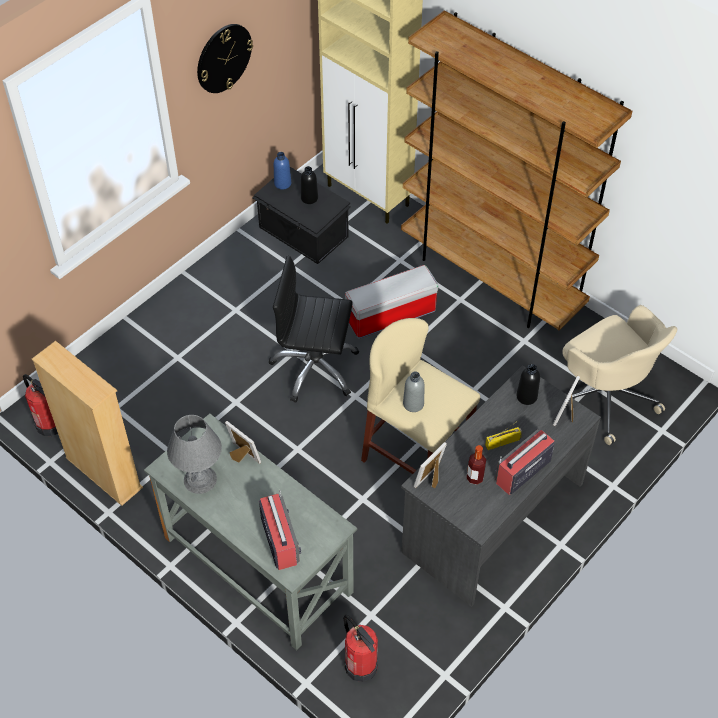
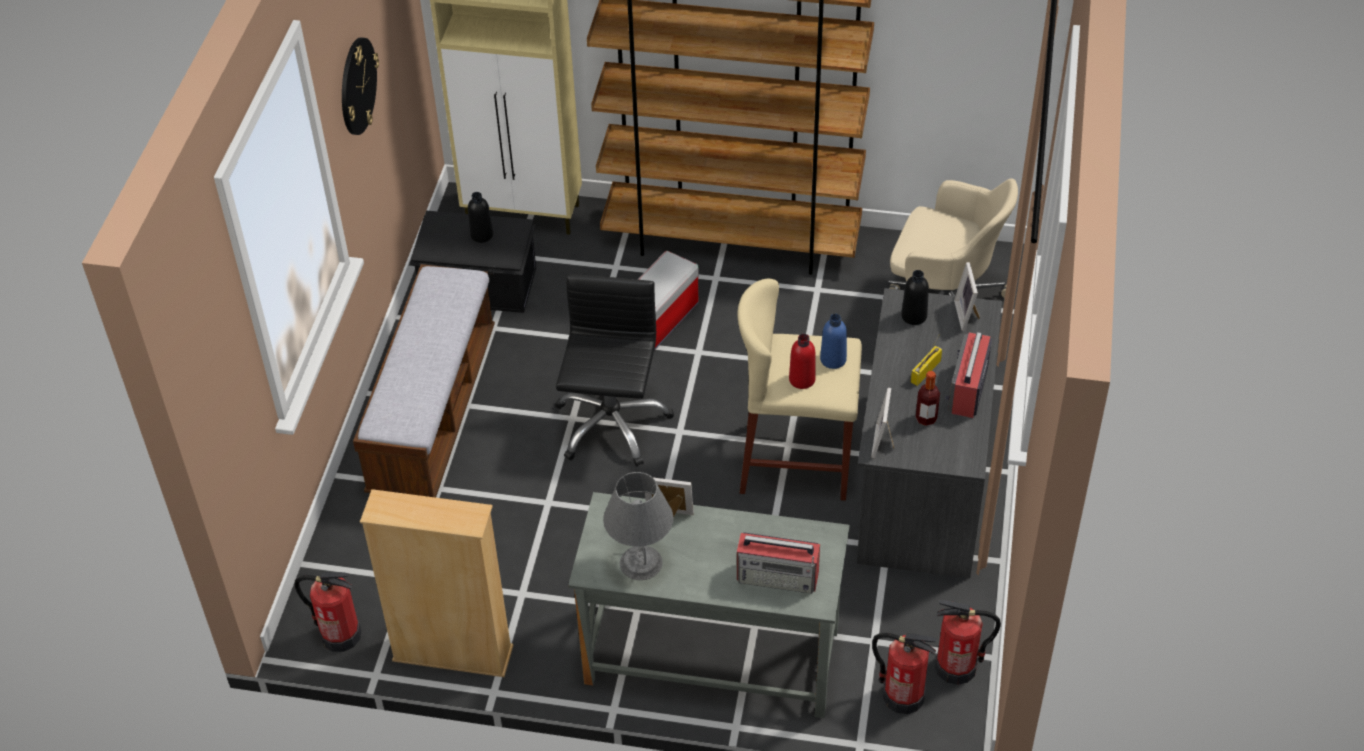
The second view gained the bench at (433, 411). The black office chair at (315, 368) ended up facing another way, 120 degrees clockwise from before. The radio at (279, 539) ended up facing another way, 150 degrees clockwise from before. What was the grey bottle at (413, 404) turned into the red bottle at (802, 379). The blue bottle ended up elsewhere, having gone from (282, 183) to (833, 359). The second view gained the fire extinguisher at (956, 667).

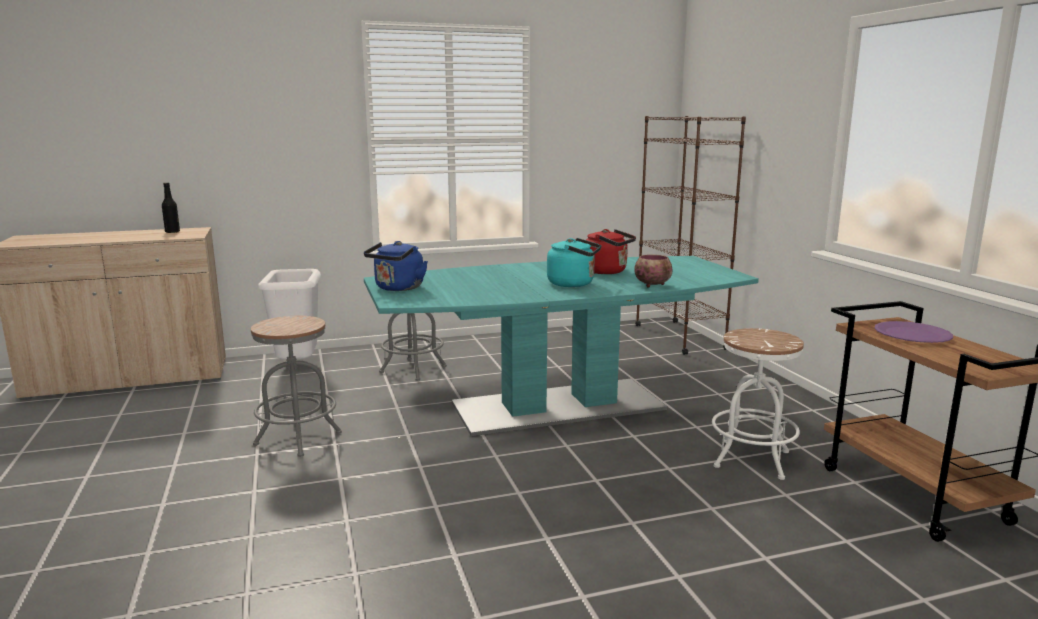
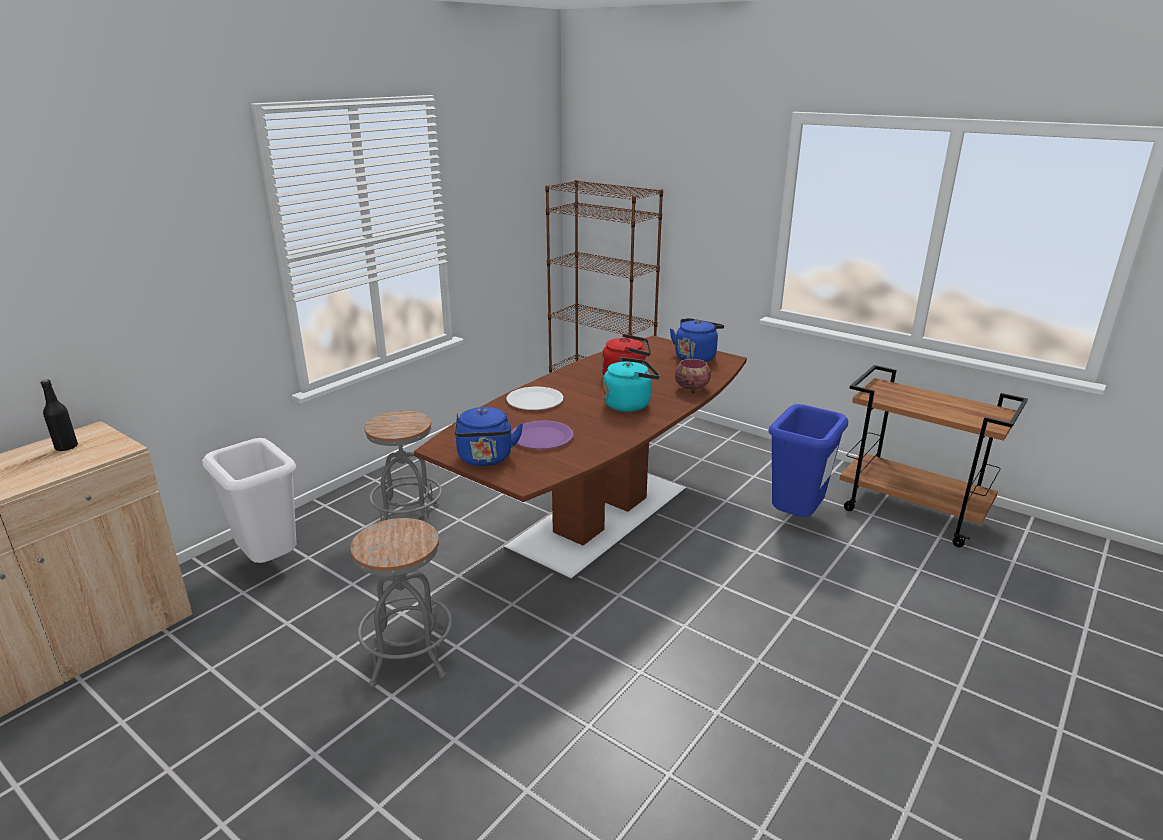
What was the turquoise dining table at (559, 406) turned into the brown dining table at (601, 517). The second view gained the white plate at (534, 400). The purple plate ended up elsewhere, having gone from (912, 334) to (542, 437). The second view gained the blue kettle at (696, 357). Where the white stool stood at (752, 459), the blue trash can came to stand at (795, 519).

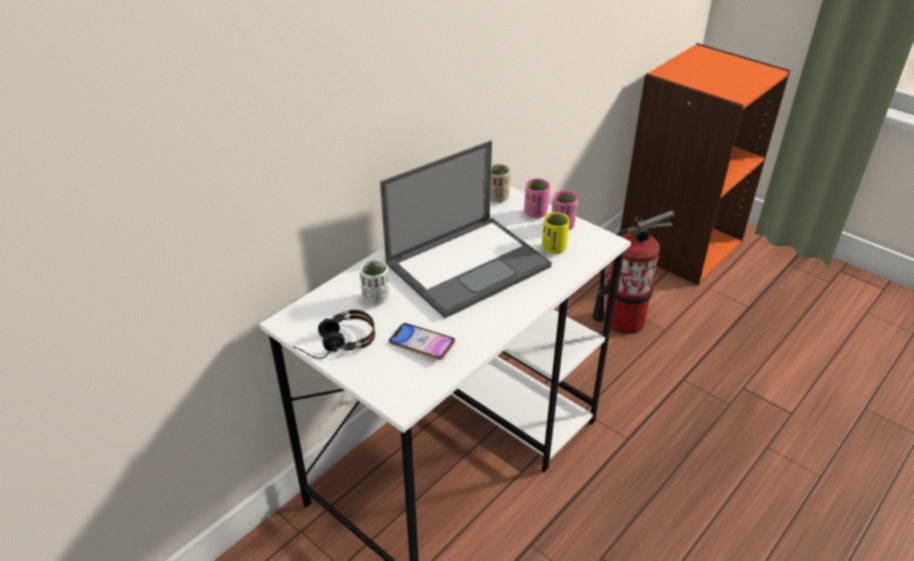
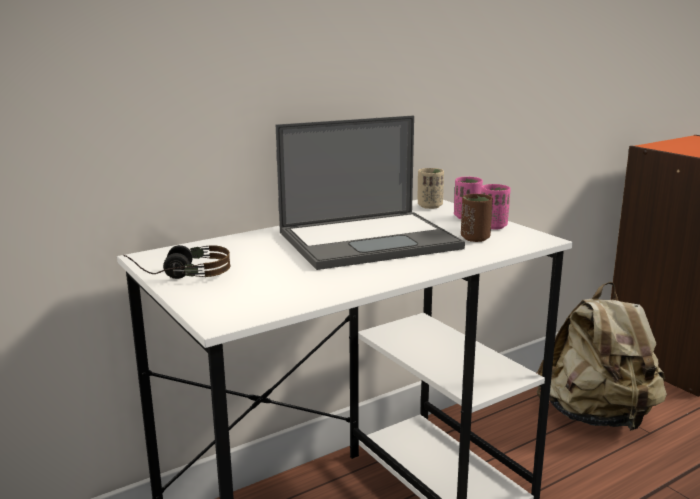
What was the yellow cup at (554, 248) turned into the brown cup at (475, 238). Where the fire extinguisher stood at (623, 320), the beige backpack came to stand at (597, 417). The second view lost the white cup at (376, 298). The second view lost the phone at (422, 344).

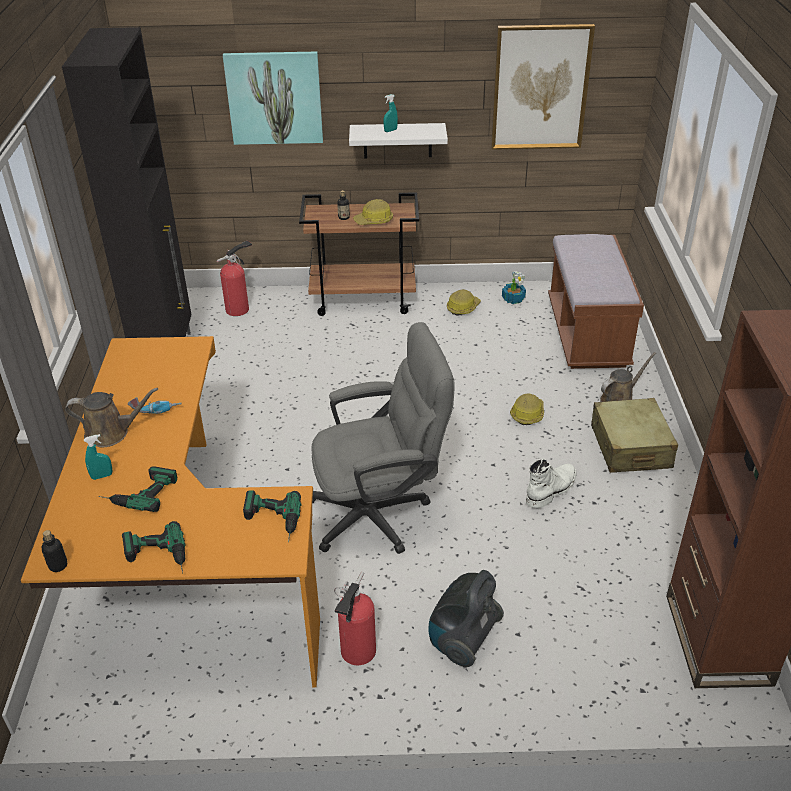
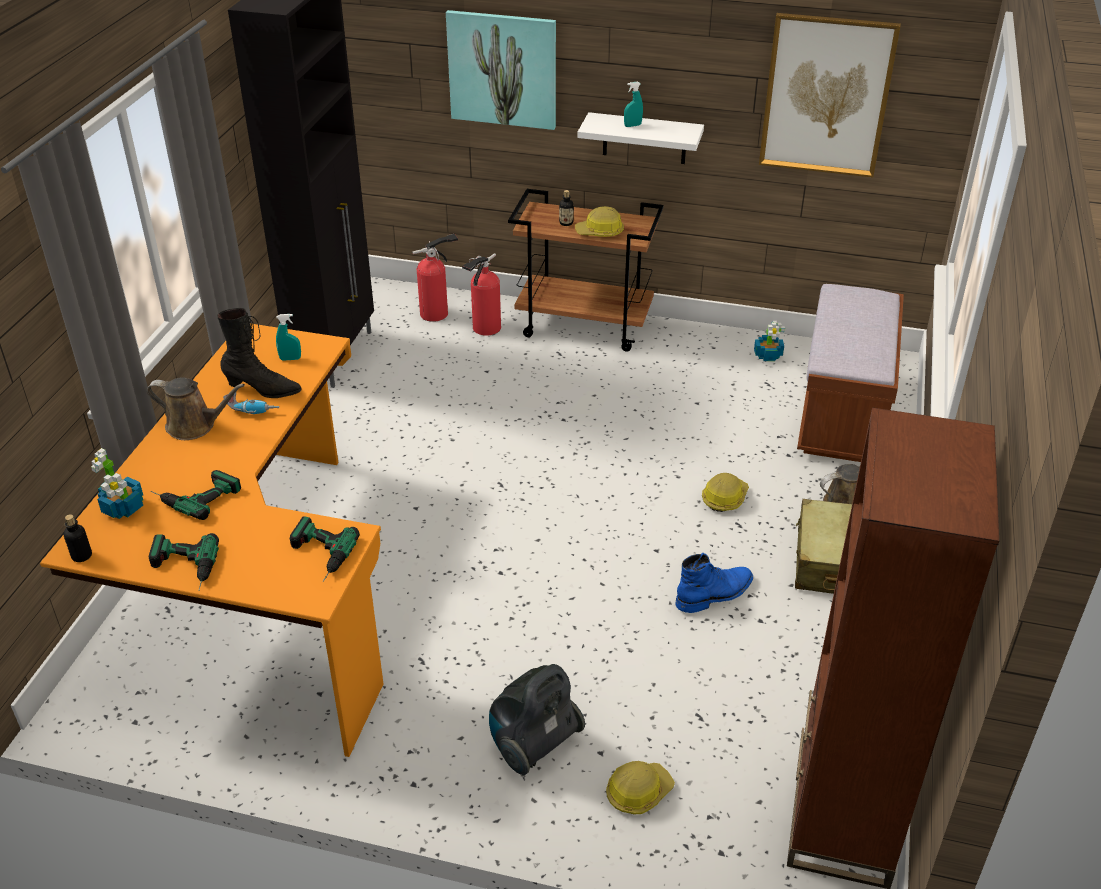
The second view gained the potted plant at (123, 508). The second view gained the black boot at (263, 390). The turquoise spray bottle ended up elsewhere, having gone from (102, 476) to (290, 359). The fire extinguisher ended up elsewhere, having gone from (356, 654) to (484, 329). The hard hat ended up elsewhere, having gone from (462, 308) to (638, 792). What was the white boot at (551, 489) turned into the blue boot at (714, 594). The second view lost the grey office chair at (380, 513).

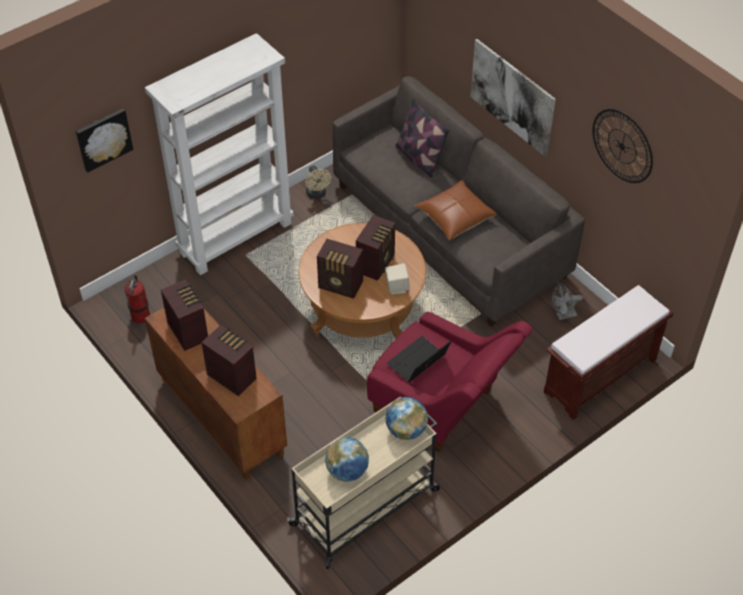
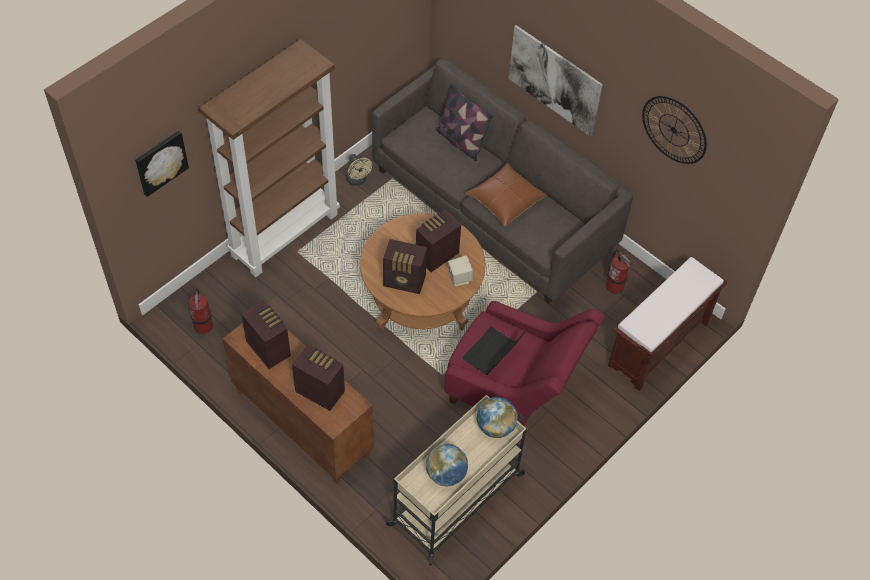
What was the white bookcase at (236, 237) turned into the brown bookcase at (285, 234). The radio at (376, 263) ended up facing another way, 150 degrees counterclockwise from before. Where the grey fan stood at (563, 315), the fire extinguisher came to stand at (615, 286).

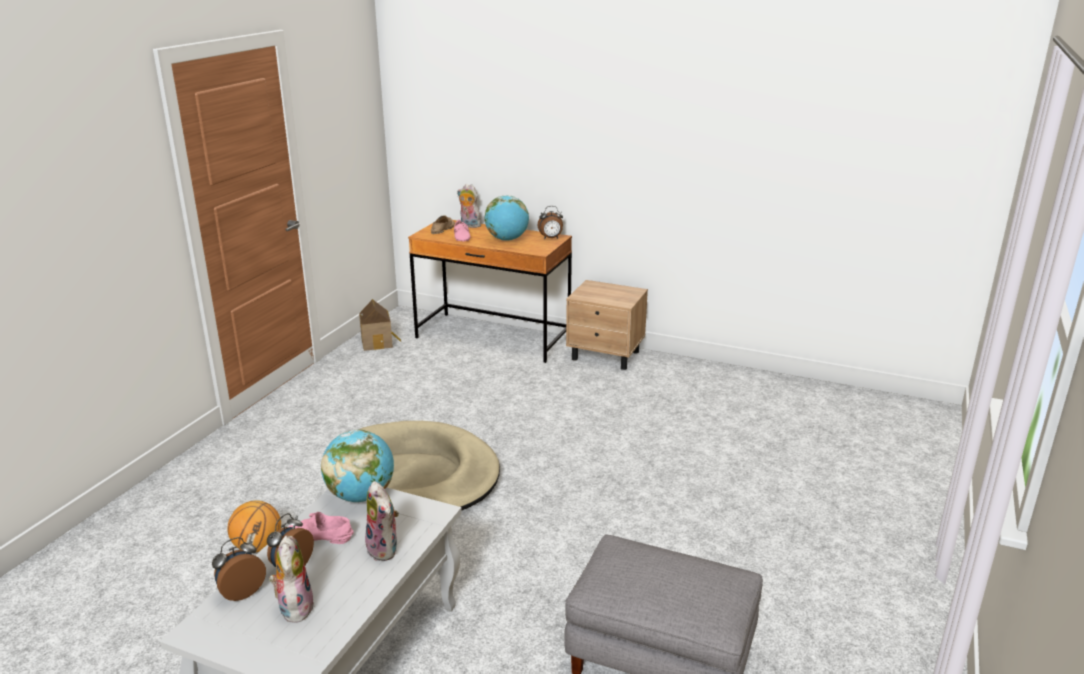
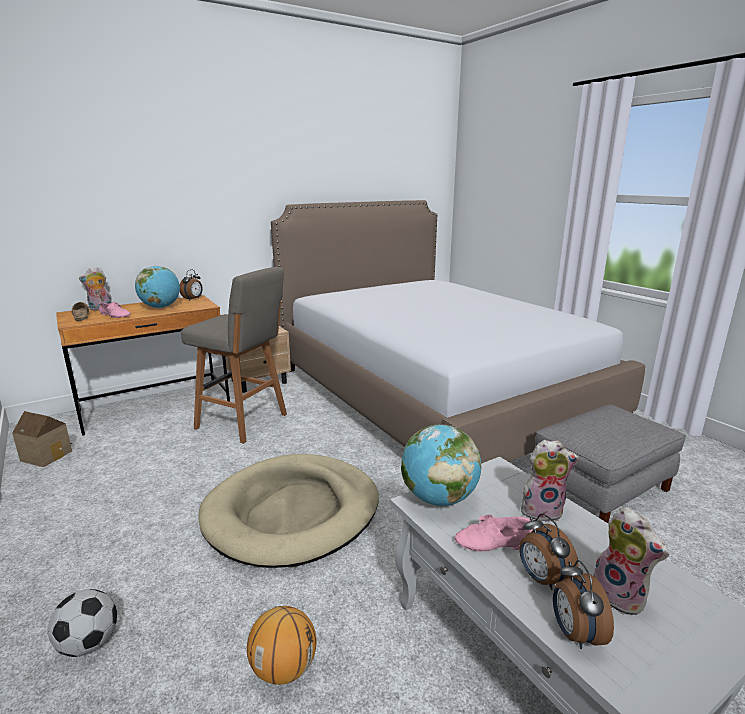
The second view gained the football at (89, 644). The second view gained the grey stool at (244, 422). The second view gained the bed at (434, 394). The pink shoe at (319, 536) ended up facing another way, 45 degrees clockwise from before. The plush toy at (294, 607) ended up facing another way, 150 degrees counterclockwise from before.

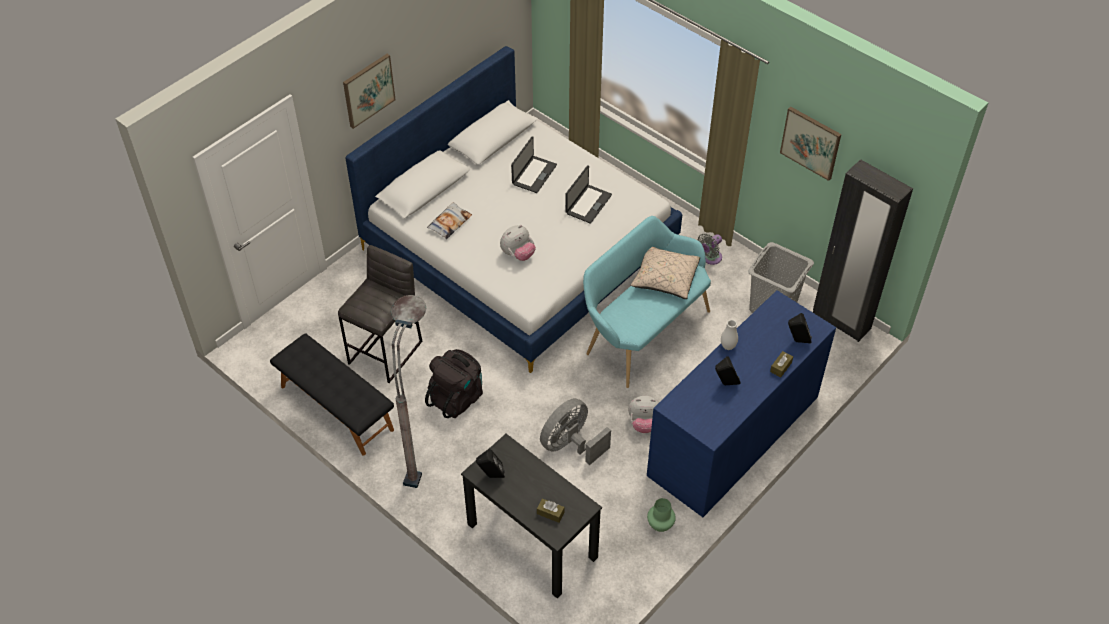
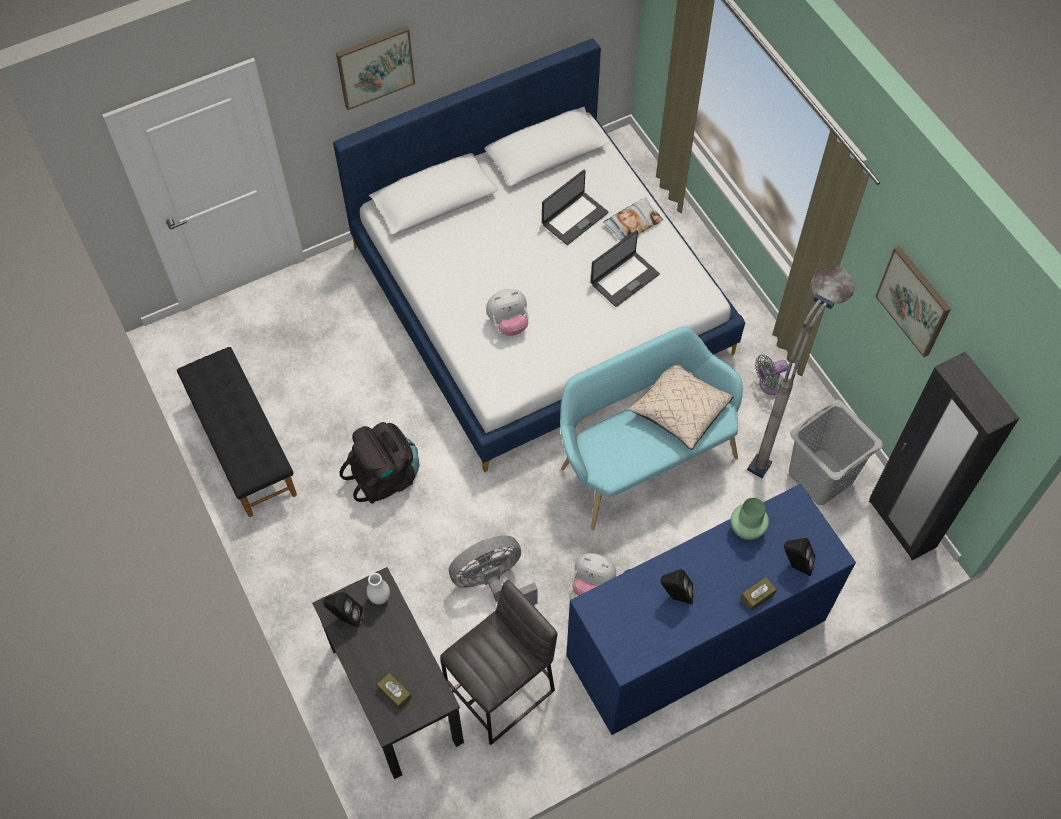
The white vase ended up elsewhere, having gone from (728, 346) to (380, 598). The grey stool ended up elsewhere, having gone from (386, 352) to (502, 692). The pillow ended up elsewhere, having gone from (449, 223) to (633, 223). The green vase ended up elsewhere, having gone from (660, 524) to (746, 529). The grey floor lamp ended up elsewhere, having gone from (422, 453) to (778, 438).

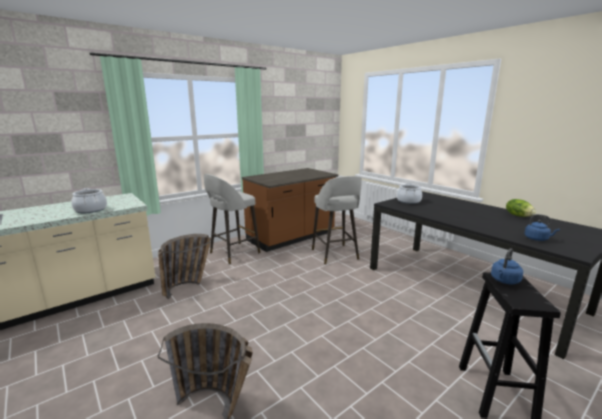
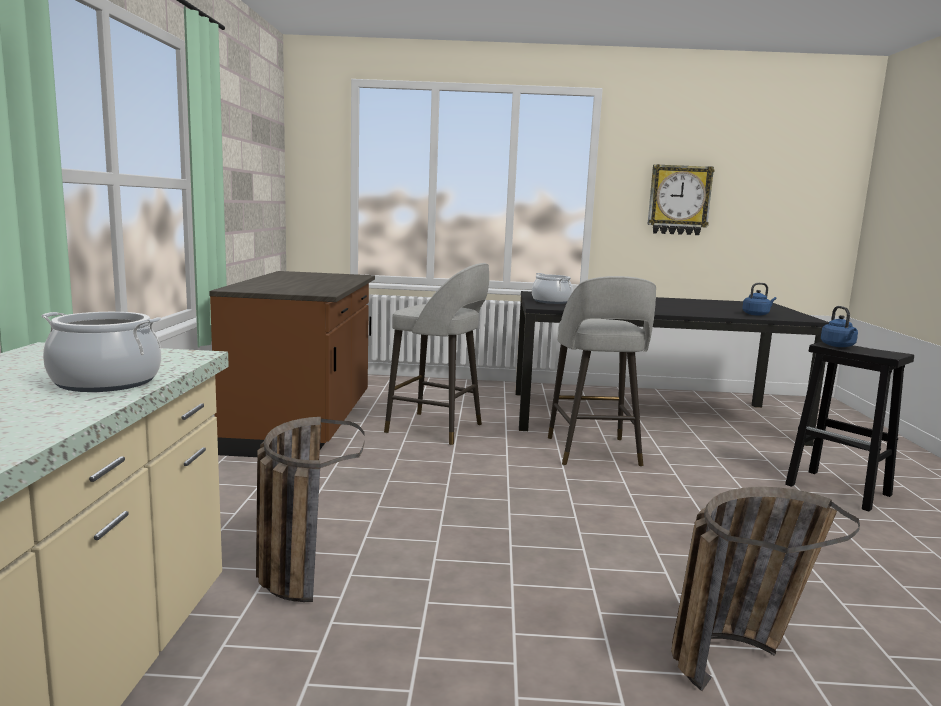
The grey stool ended up elsewhere, having gone from (233, 253) to (593, 452). The second view gained the wall clock at (679, 200). The second view lost the lettuce at (518, 215).

